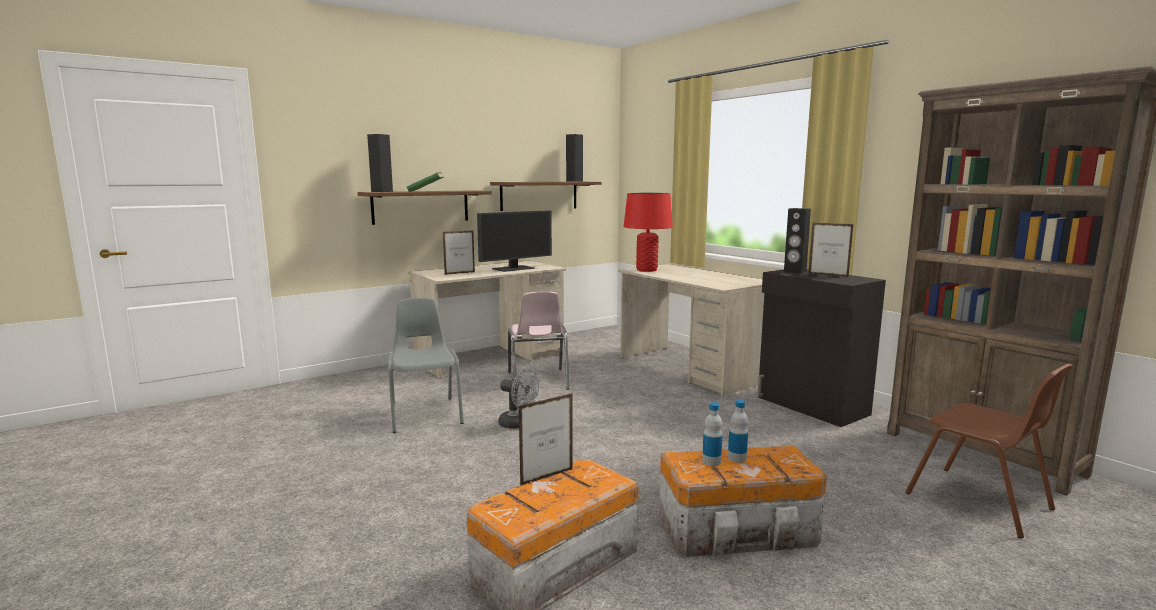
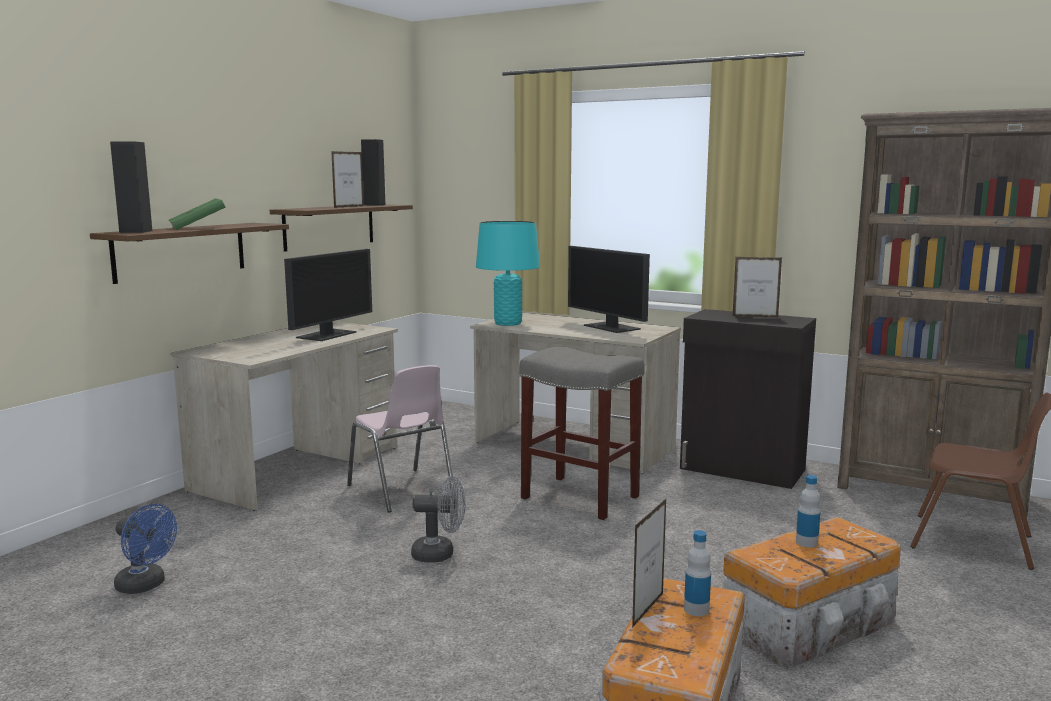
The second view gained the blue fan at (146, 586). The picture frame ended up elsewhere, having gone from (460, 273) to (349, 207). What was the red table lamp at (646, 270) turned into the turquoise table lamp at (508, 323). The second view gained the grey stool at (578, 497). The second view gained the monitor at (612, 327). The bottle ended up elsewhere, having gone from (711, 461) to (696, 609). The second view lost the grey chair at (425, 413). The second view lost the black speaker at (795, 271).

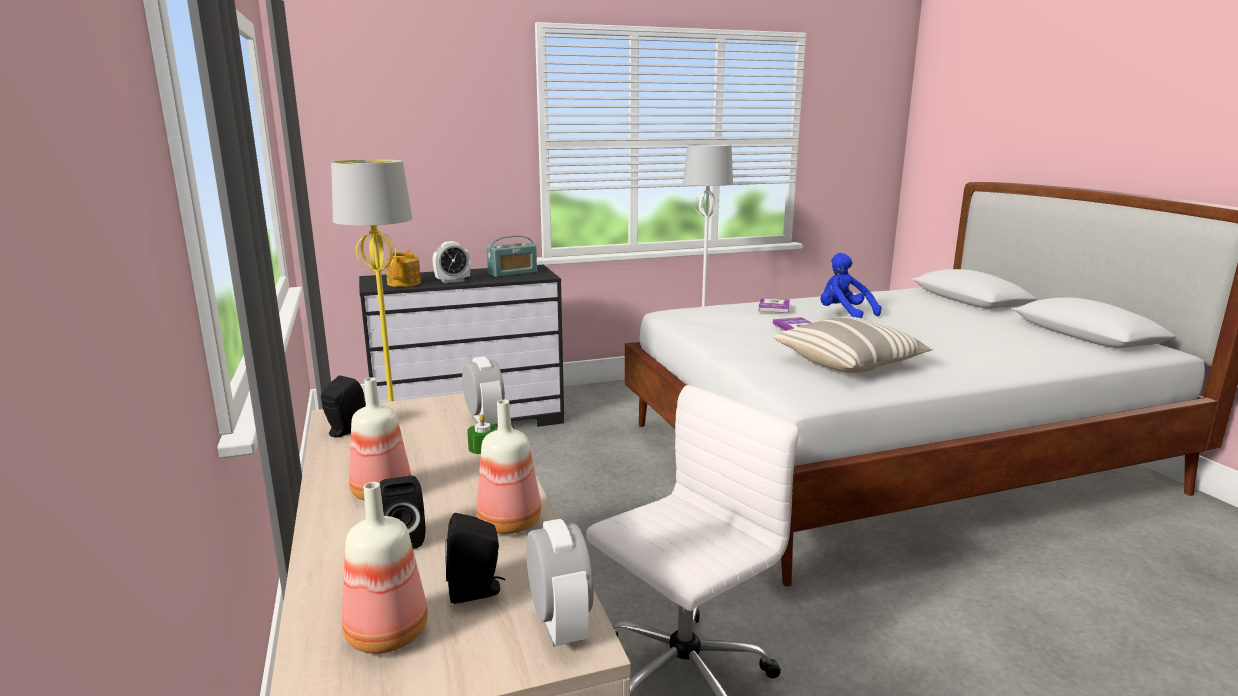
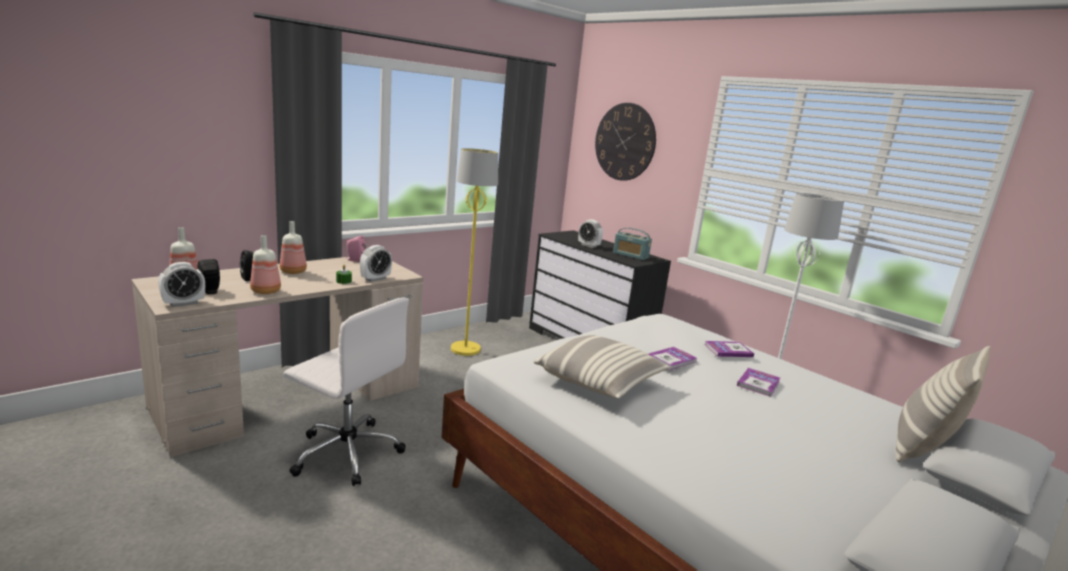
What was the black speaker at (344, 431) turned into the pink speaker at (355, 260). The second view gained the wall clock at (625, 142). Where the blue plush toy stood at (844, 314), the book came to stand at (758, 383). The second view gained the pillow at (922, 448). The second view lost the teapot at (404, 283).

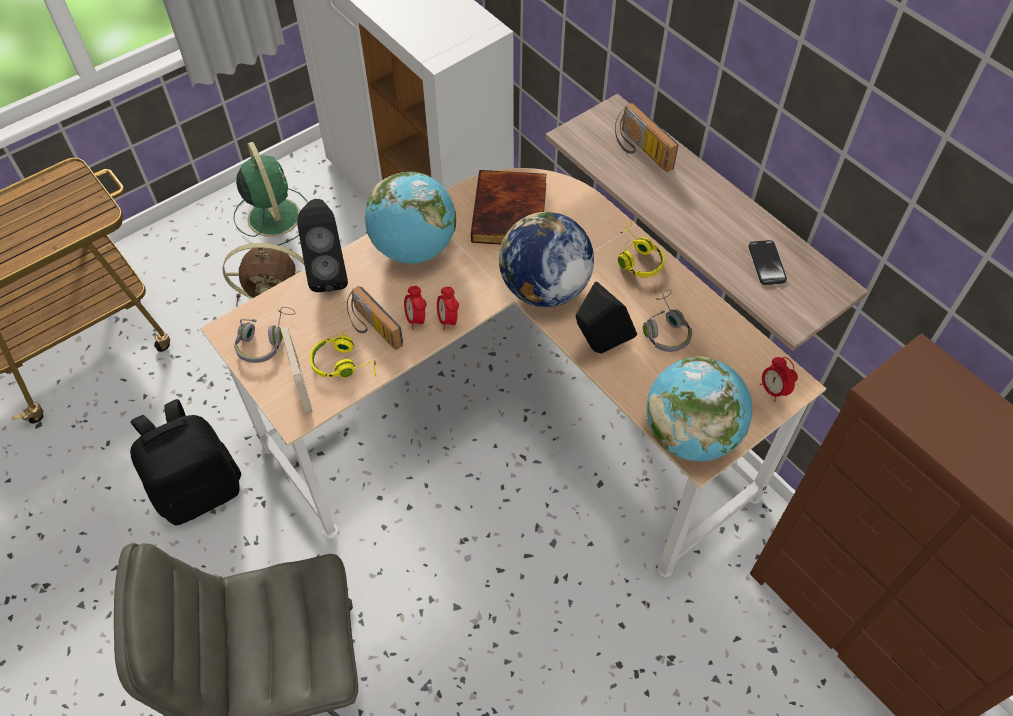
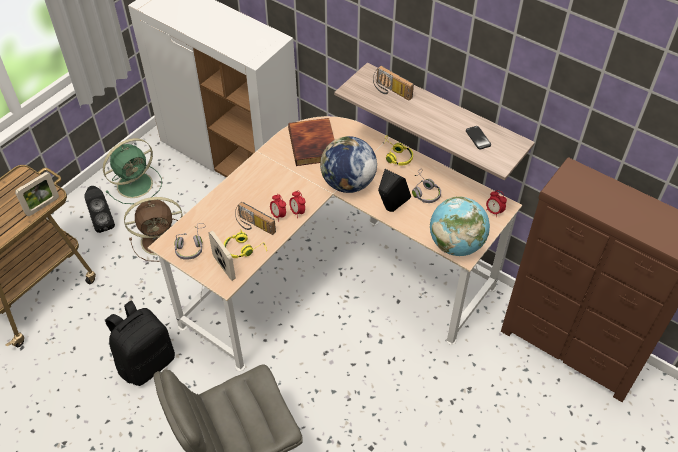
The second view gained the picture frame at (42, 206). The black speaker ended up elsewhere, having gone from (329, 273) to (103, 222). The green fan at (273, 215) ended up facing another way, 90 degrees clockwise from before. The second view lost the globe at (414, 248).

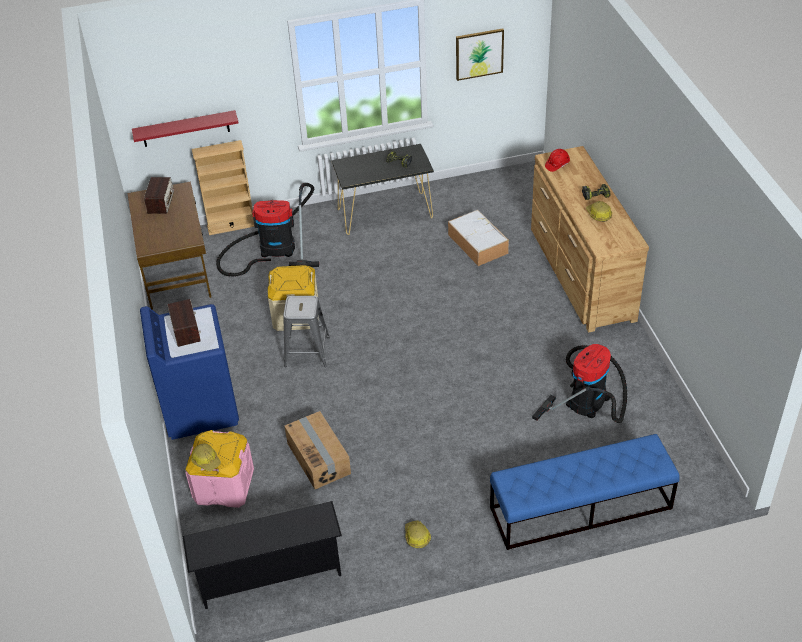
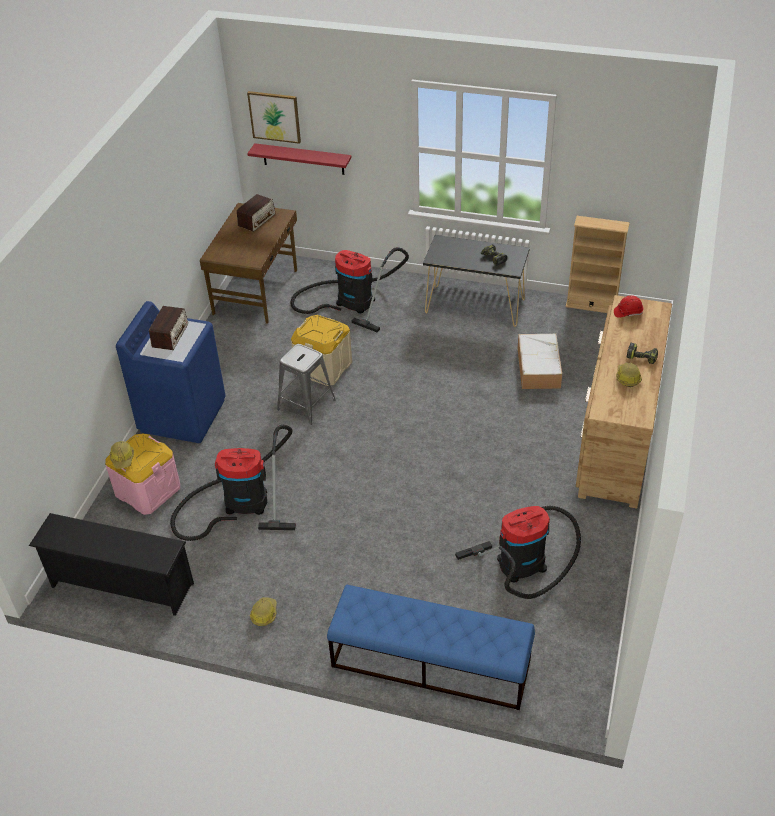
Where the cardboard box stood at (319, 458), the vacuum cleaner came to stand at (241, 503). The picture ended up elsewhere, having gone from (479, 54) to (274, 116). The beige bookcase ended up elsewhere, having gone from (231, 226) to (591, 305).

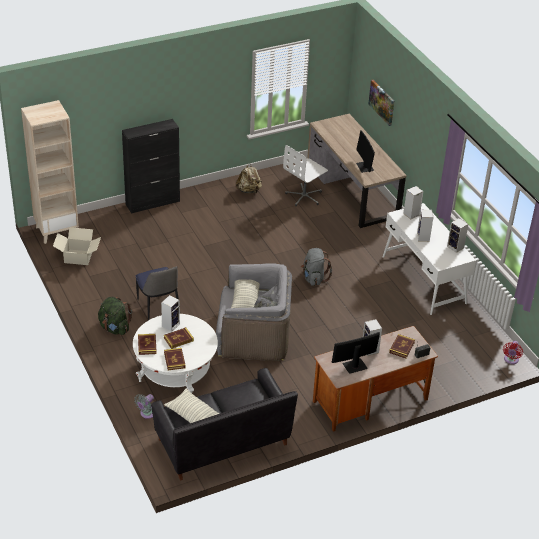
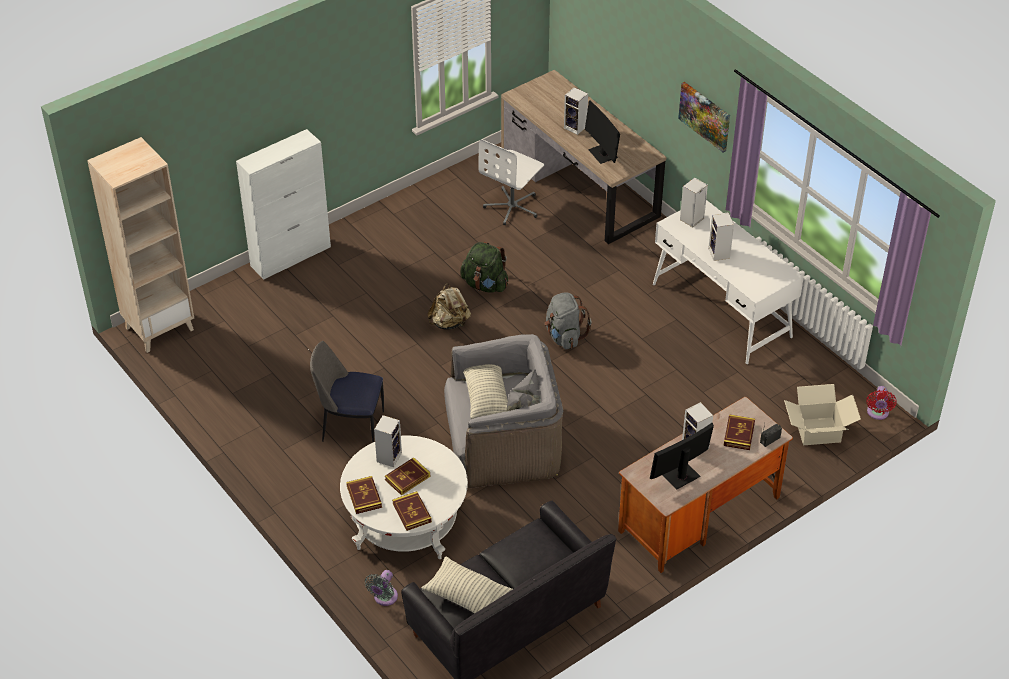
What was the black cabinet at (153, 202) turned into the white cabinet at (291, 256). The chair at (158, 307) ended up facing another way, 135 degrees clockwise from before. The beige backpack ended up elsewhere, having gone from (249, 190) to (450, 323). The green backpack ended up elsewhere, having gone from (114, 328) to (485, 284). The speaker ended up elsewhere, having gone from (456, 247) to (576, 127). The picture ended up elsewhere, having gone from (382, 102) to (705, 116). The cardboard box ended up elsewhere, having gone from (78, 257) to (818, 431).

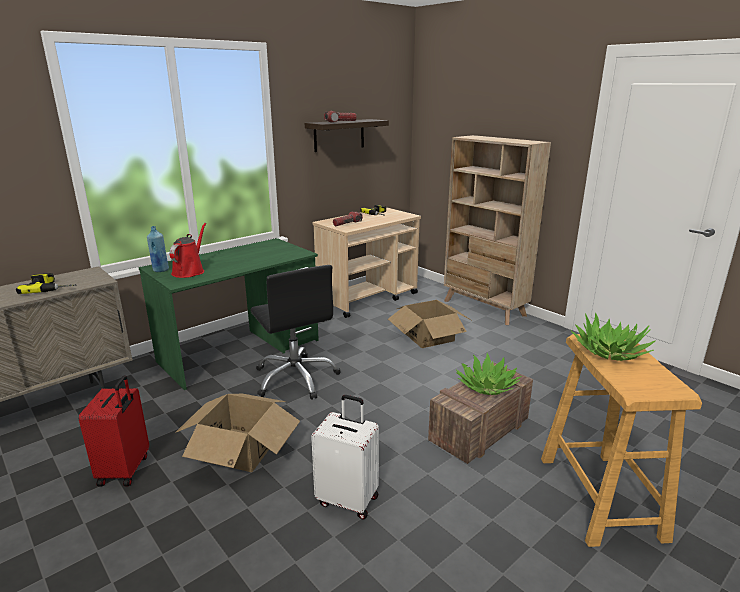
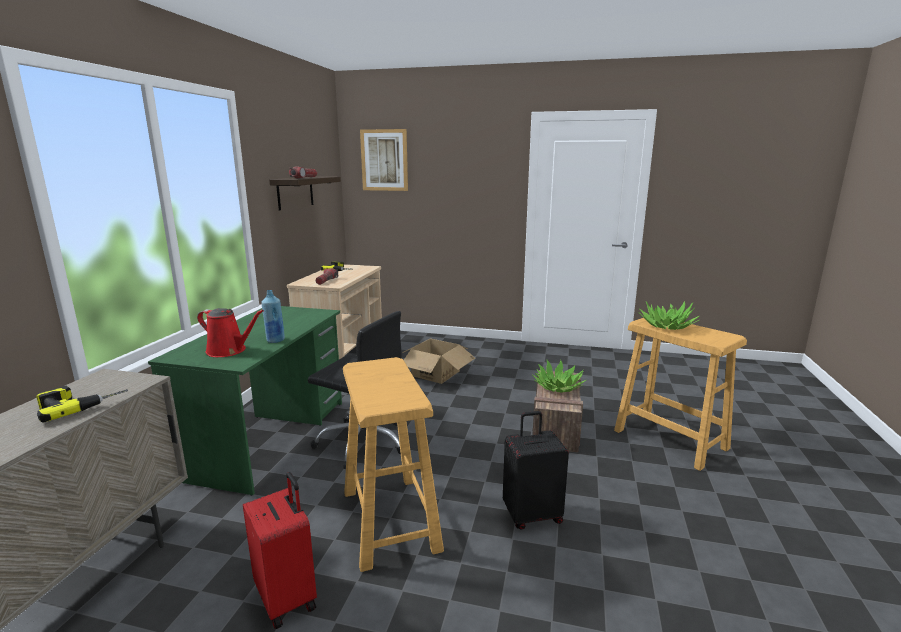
The red watering can at (190, 271) ended up facing another way, 135 degrees clockwise from before. The blue bottle ended up elsewhere, having gone from (160, 270) to (275, 340). Where the cardboard box stood at (240, 449), the beige stool came to stand at (390, 521). The second view gained the picture at (384, 160). What was the white suitcase at (348, 499) turned into the black suitcase at (532, 515). The second view lost the beige bookcase at (484, 308).

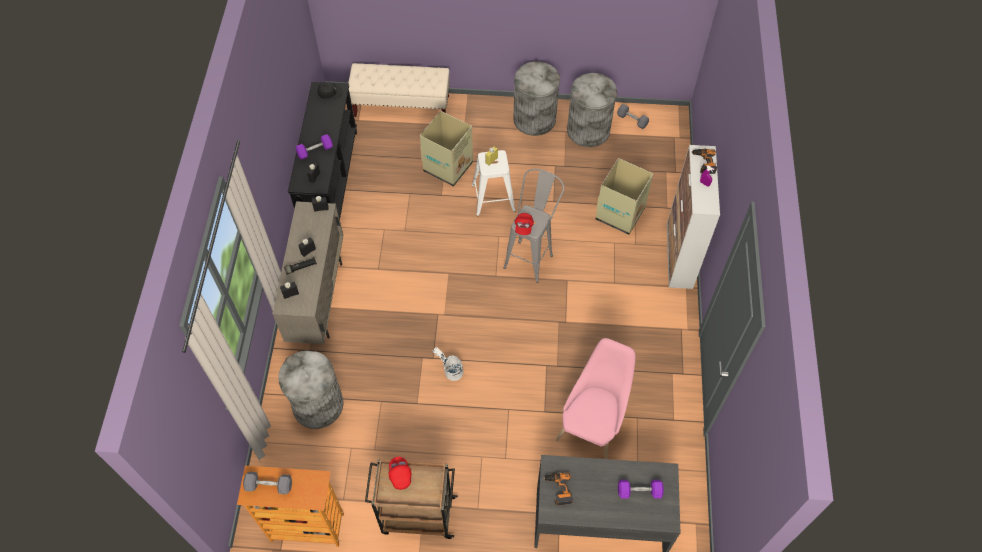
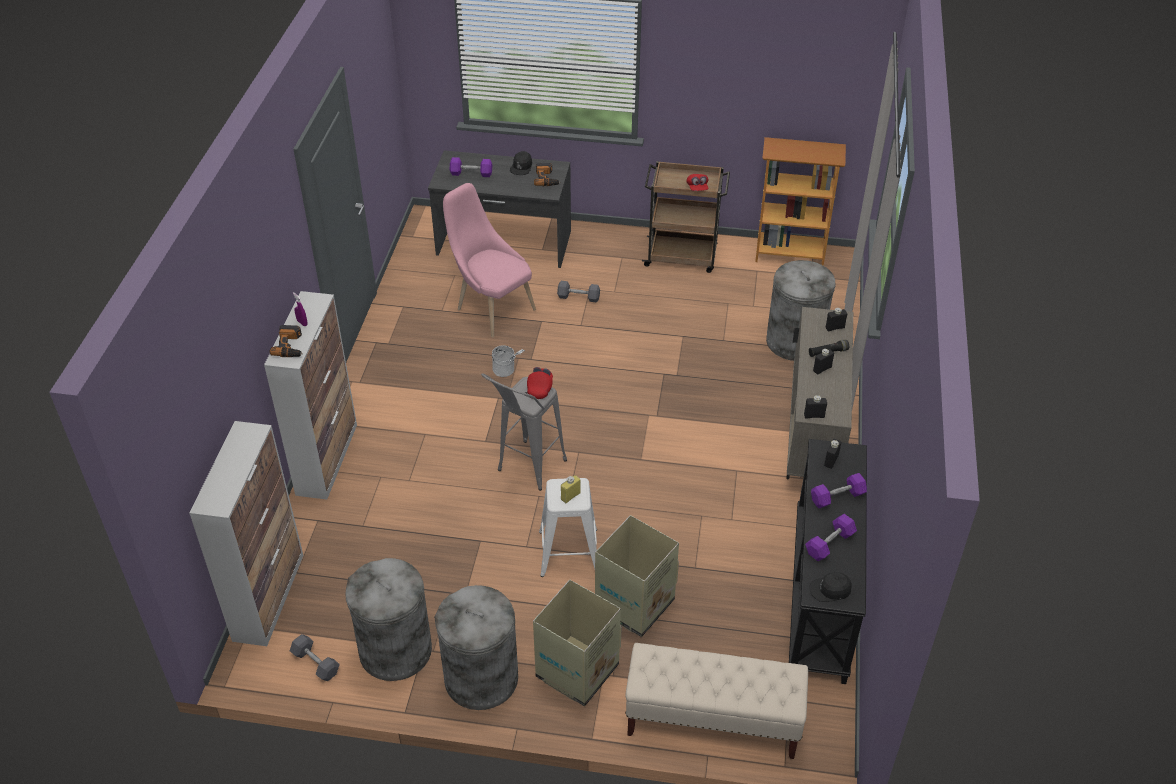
The second view gained the cabinet at (269, 596). The pink chair at (592, 425) ended up facing another way, 105 degrees clockwise from before. The white bucket ended up elsewhere, having gone from (450, 370) to (507, 371). The second view gained the black cap at (521, 167). The cardboard box ended up elsewhere, having gone from (620, 213) to (576, 671). The grey dumbbell ended up elsewhere, having gone from (269, 485) to (578, 297). The second view gained the purple dumbbell at (829, 544).

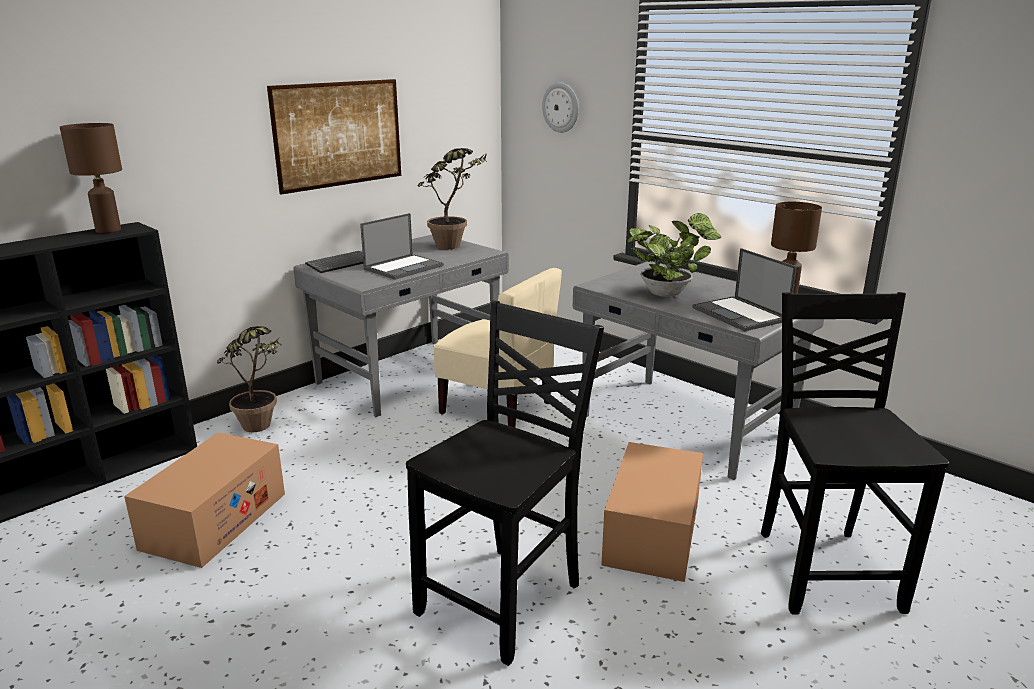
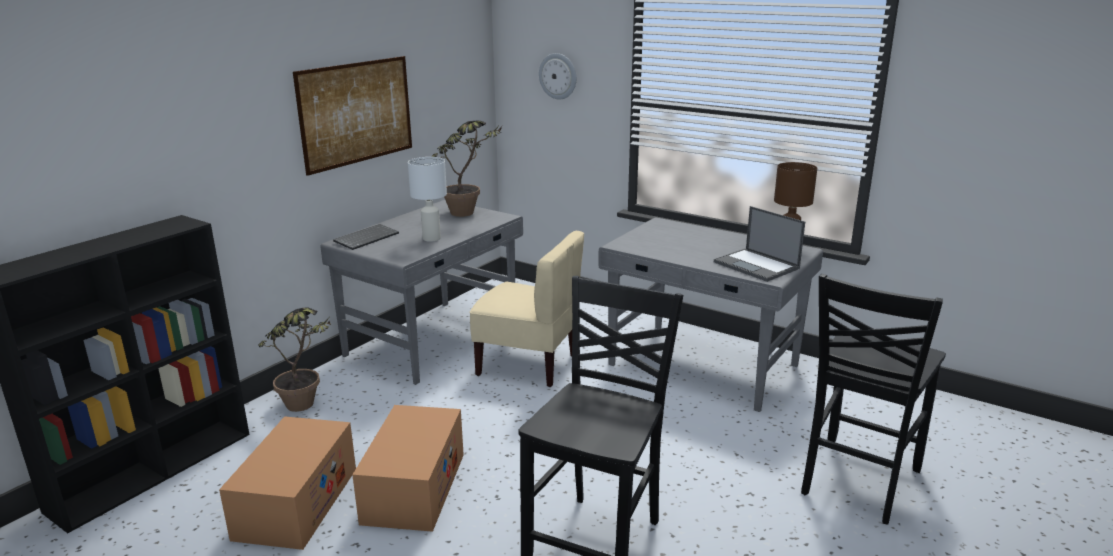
The cardboard box ended up elsewhere, having gone from (652, 532) to (414, 488). Where the laptop stood at (404, 267), the white table lamp came to stand at (431, 238). The black chair at (825, 569) ended up facing another way, 135 degrees counterclockwise from before. The second view lost the brown table lamp at (109, 230). The second view lost the potted plant at (668, 293).

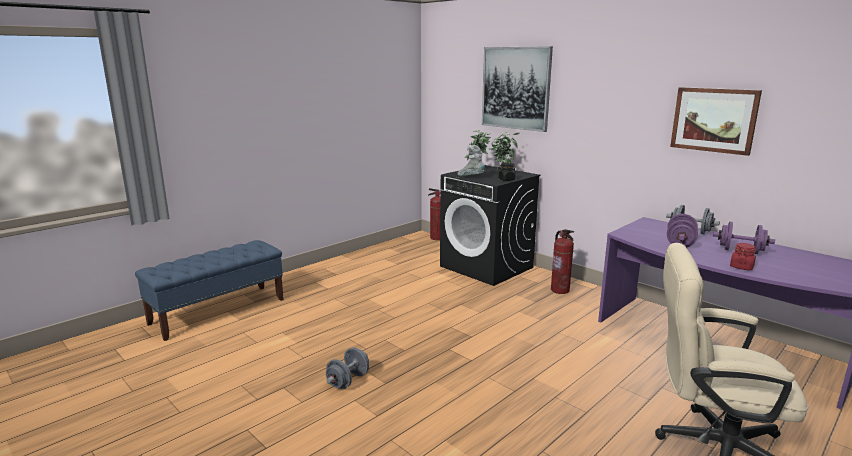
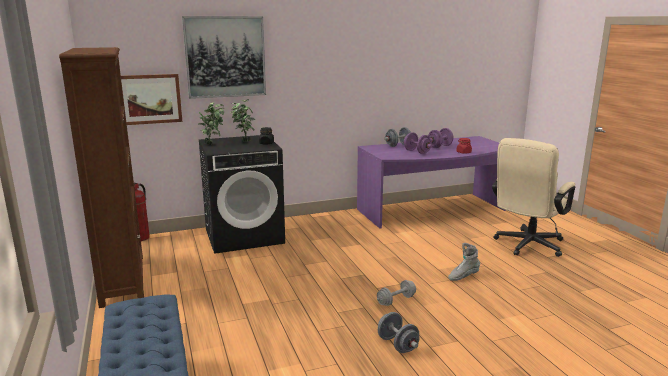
The second view gained the brown bookcase at (123, 279). The picture ended up elsewhere, having gone from (714, 120) to (149, 99). The second view gained the grey dumbbell at (396, 300). The grey boot ended up elsewhere, having gone from (470, 177) to (463, 276). The second view lost the fire extinguisher at (560, 290).

